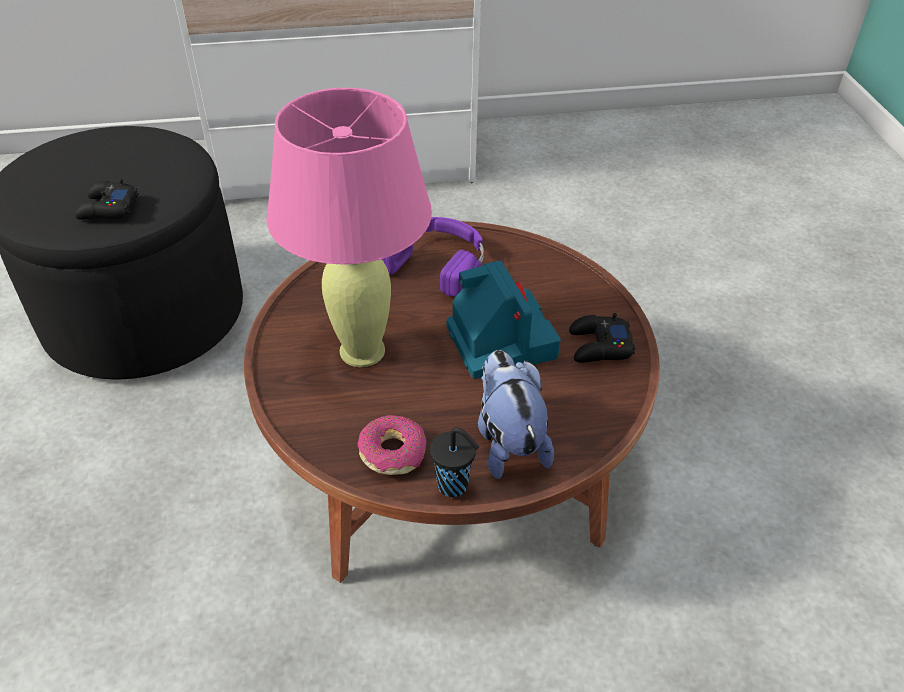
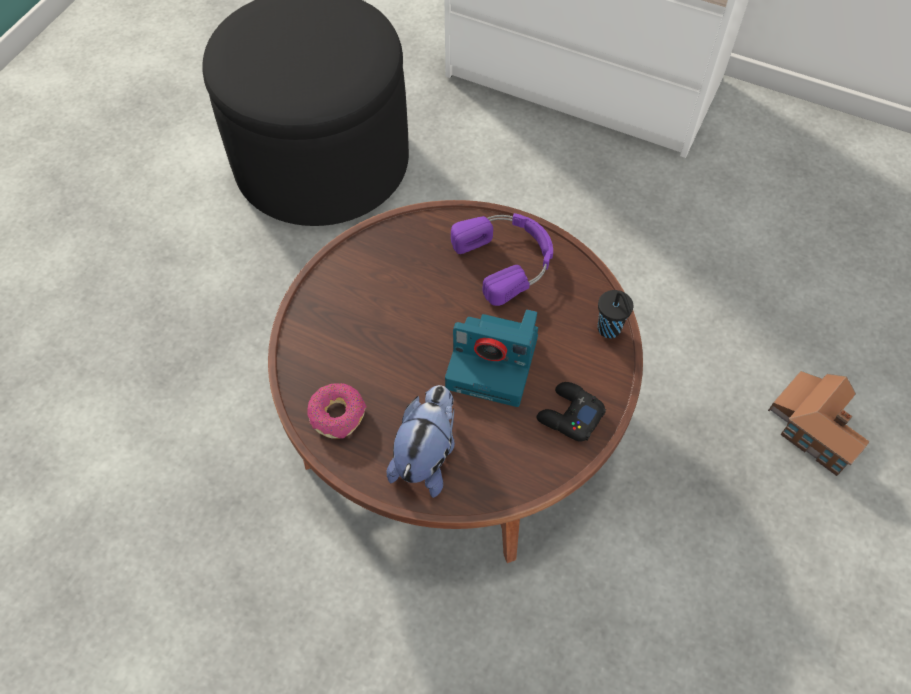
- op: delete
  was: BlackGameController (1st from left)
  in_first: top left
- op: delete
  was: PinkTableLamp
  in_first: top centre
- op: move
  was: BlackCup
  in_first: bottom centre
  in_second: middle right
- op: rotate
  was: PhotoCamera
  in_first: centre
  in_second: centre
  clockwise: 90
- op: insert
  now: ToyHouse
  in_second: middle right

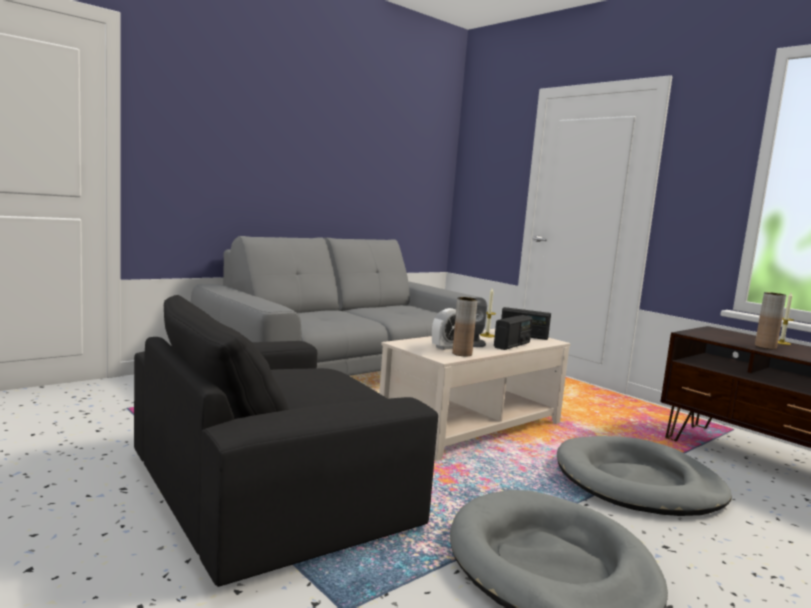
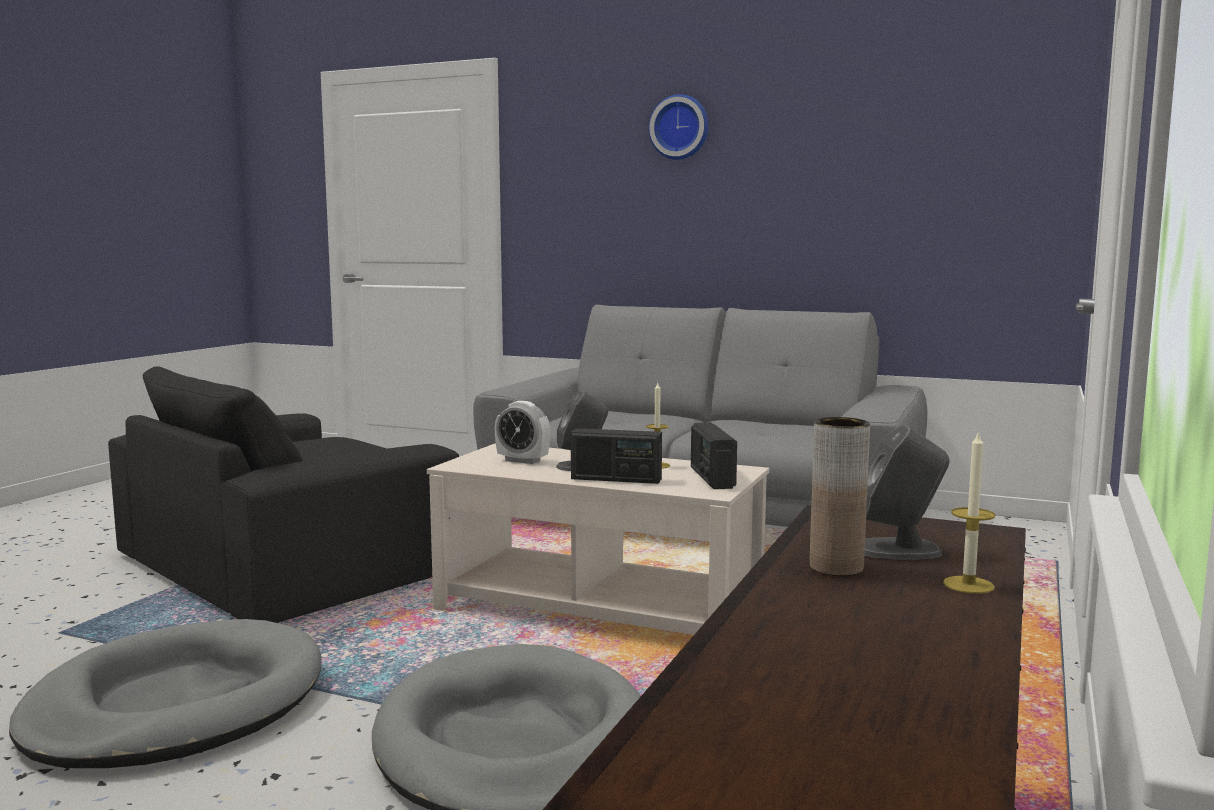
- op: rotate
  was: BlackArmchair
  in_first: bottom centre
  in_second: middle left
  clockwise: -75
- op: delete
  was: BrownVase (1st from left)
  in_first: centre
- op: insert
  now: WallClock
  in_second: top centre
- op: insert
  now: GreySpeaker (2nd from left)
  in_second: middle right

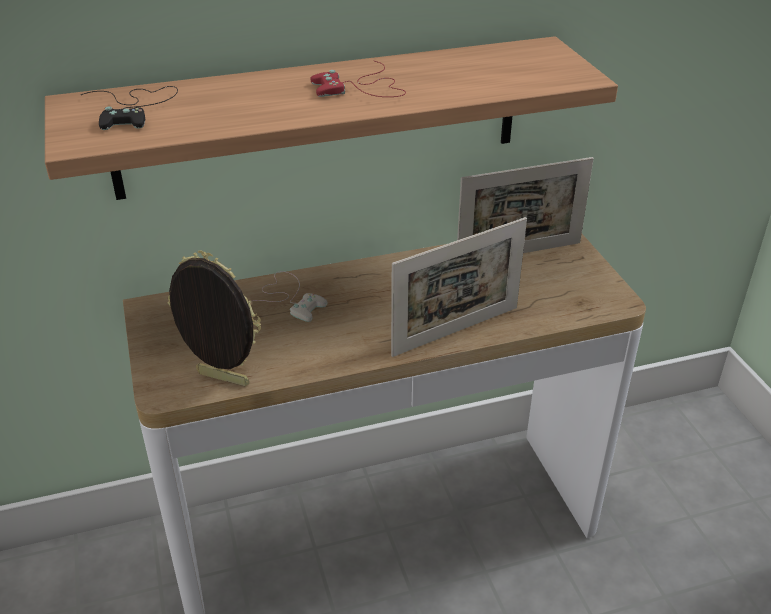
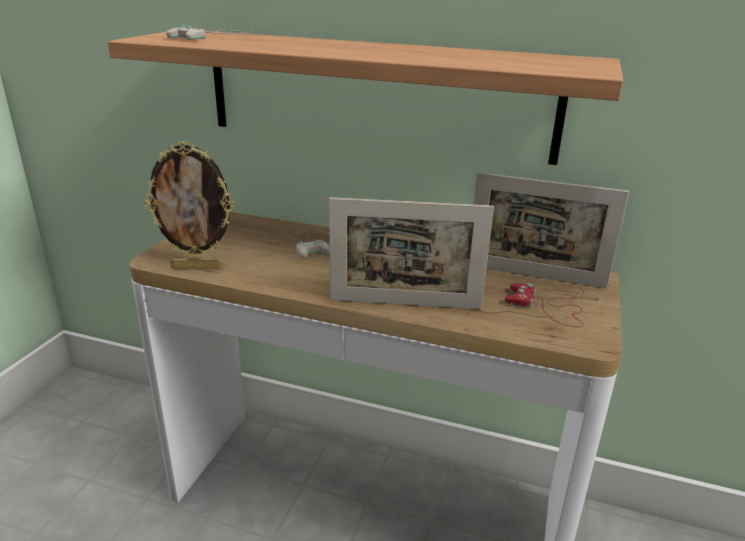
- op: recolor
  was: BlackGameController
  now: WhiteGameController (1st from left)
  in_first: top left
  in_second: top left
- op: rotate
  was: PictureFrame (1st from left)
  in_first: middle left
  in_second: middle left
  clockwise: 120
- op: move
  was: RedGameController
  in_first: top centre
  in_second: middle right

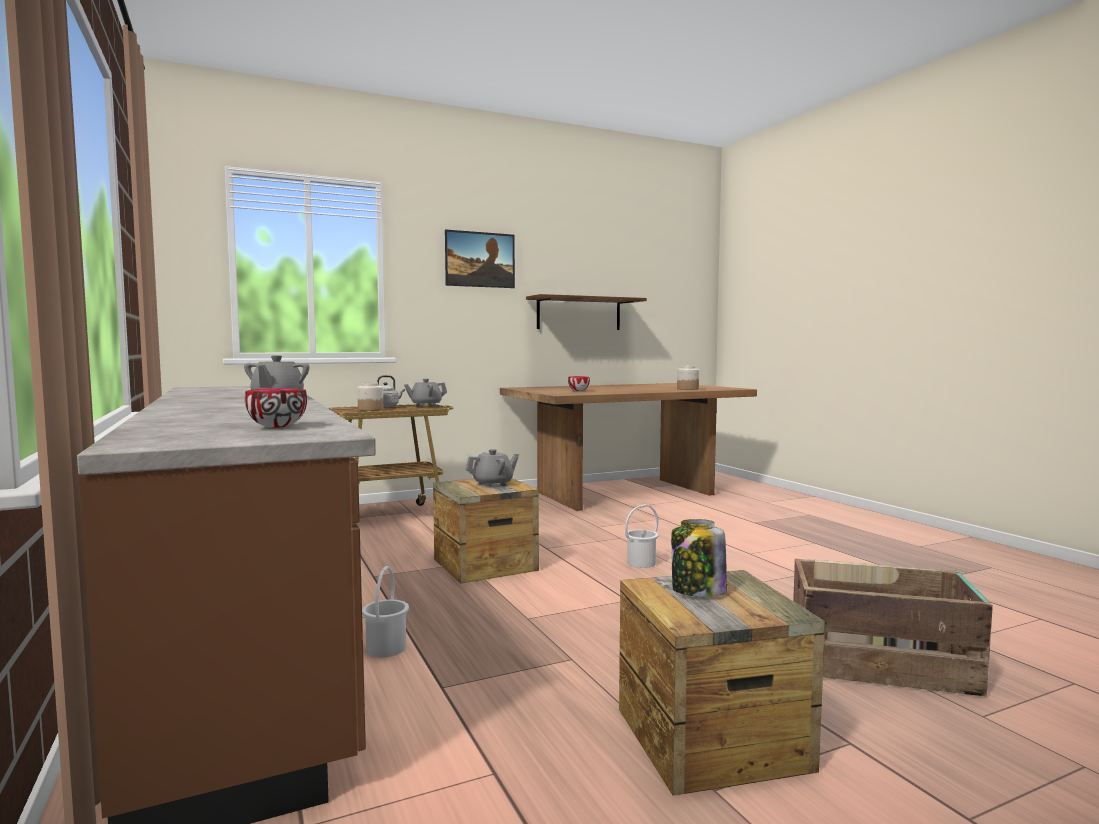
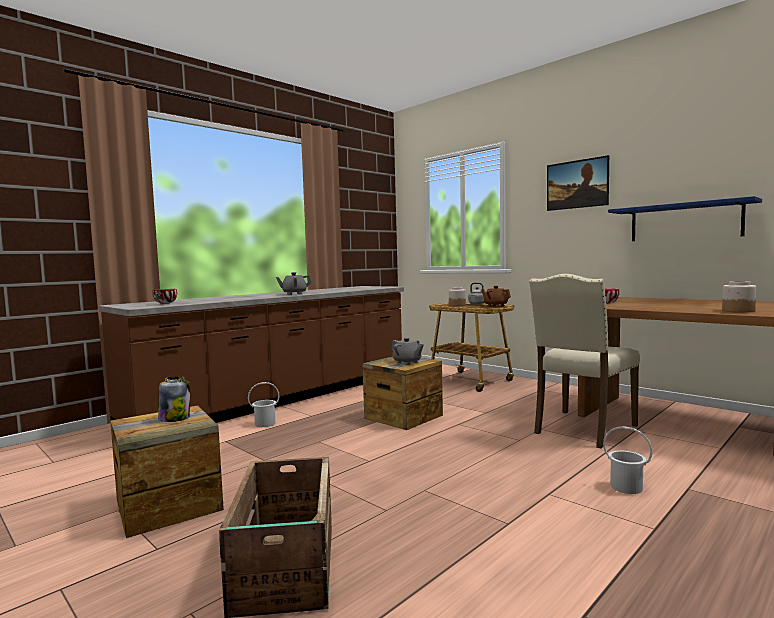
- op: recolor
  was: GreyTeapot (2nd from left)
  now: BrownTeapot
  in_first: centre
  in_second: centre
- op: recolor
  was: BrownShelf
  now: BlueShelf
  in_first: centre
  in_second: middle right
- op: move
  was: WhiteBucket (2nd from left)
  in_first: centre
  in_second: bottom right
- op: insert
  now: BeigeChair
  in_second: middle right

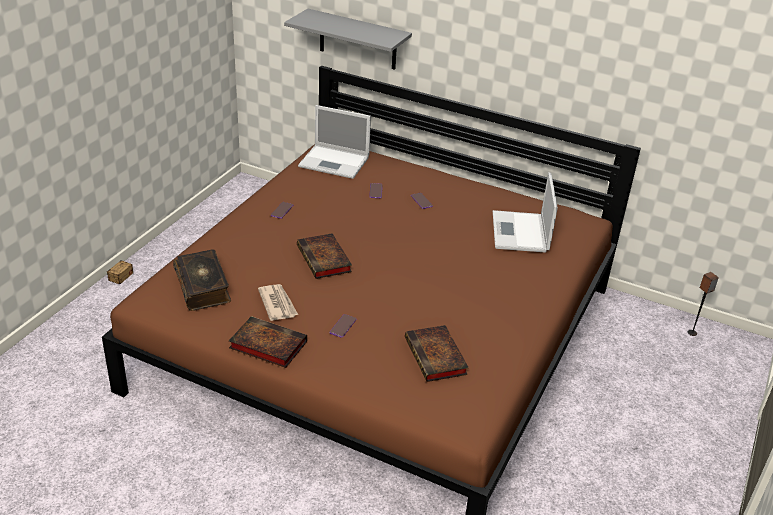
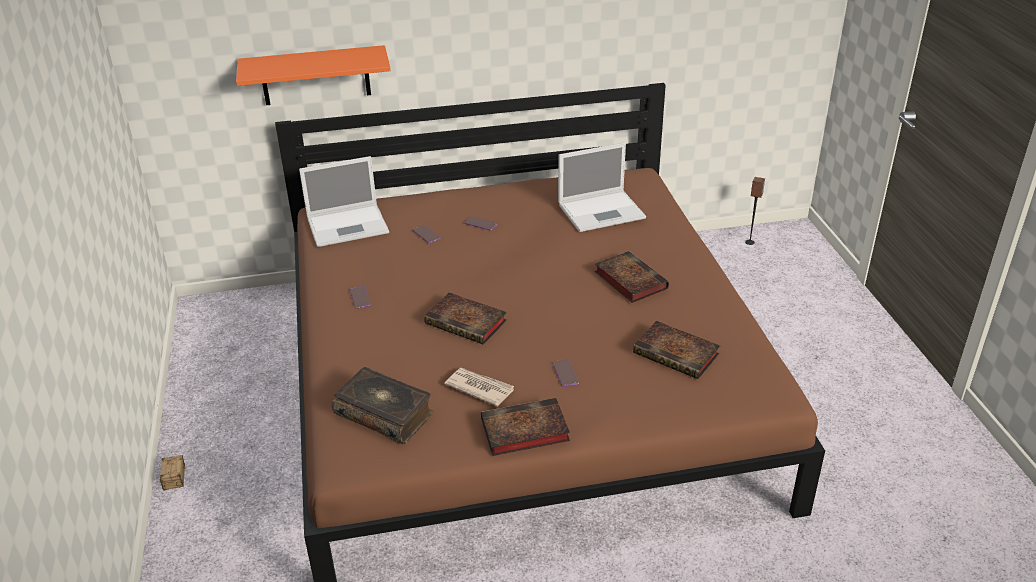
- op: recolor
  was: GreyShelf
  now: OrangeShelf
  in_first: top centre
  in_second: top left
- op: rotate
  was: Laptop (2nd from left)
  in_first: middle right
  in_second: top centre
  clockwise: -75
- op: insert
  now: Book (4th from left)
  in_second: centre

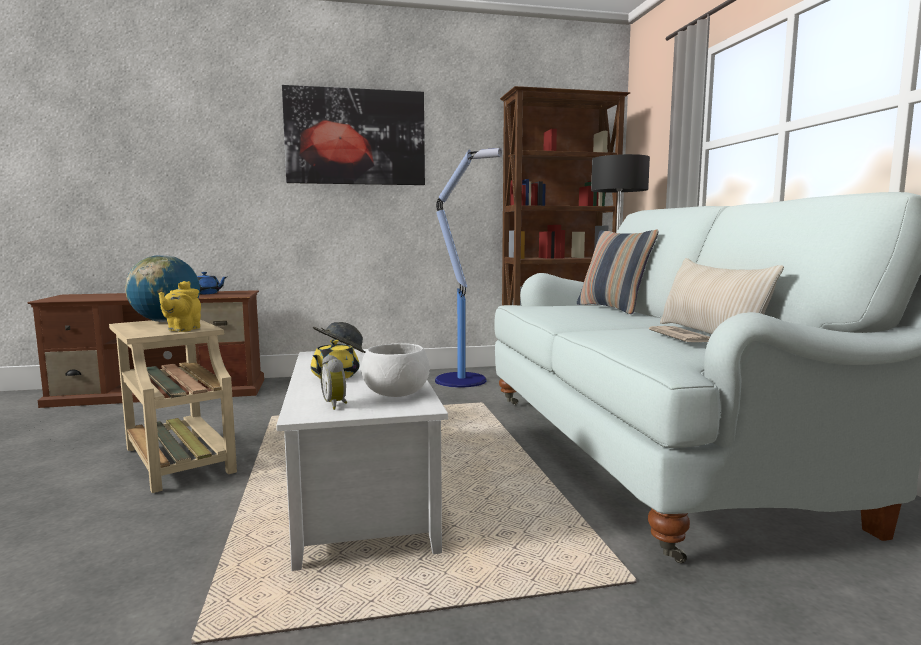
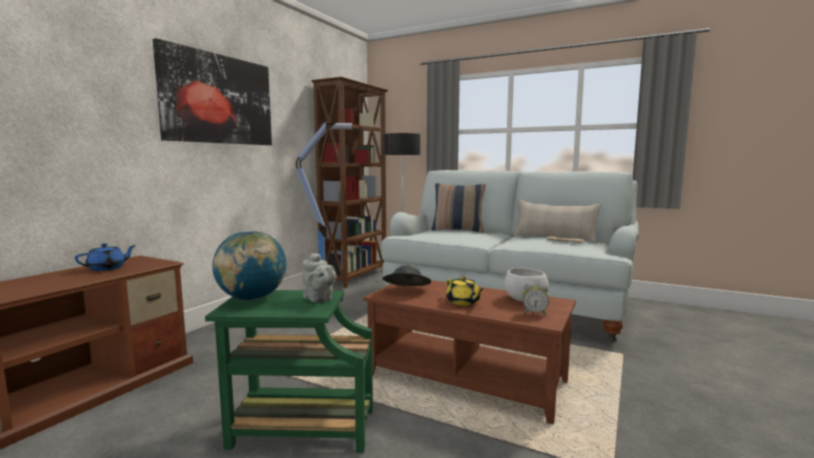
- op: recolor
  was: BeigeSideTable
  now: GreenSideTable
  in_first: middle left
  in_second: bottom centre
- op: recolor
  was: YellowTeapot (1st from left)
  now: GreyTeapot
  in_first: middle left
  in_second: centre
- op: recolor
  was: WhiteCoffeeTable
  now: BrownCoffeeTable
  in_first: bottom centre
  in_second: bottom centre

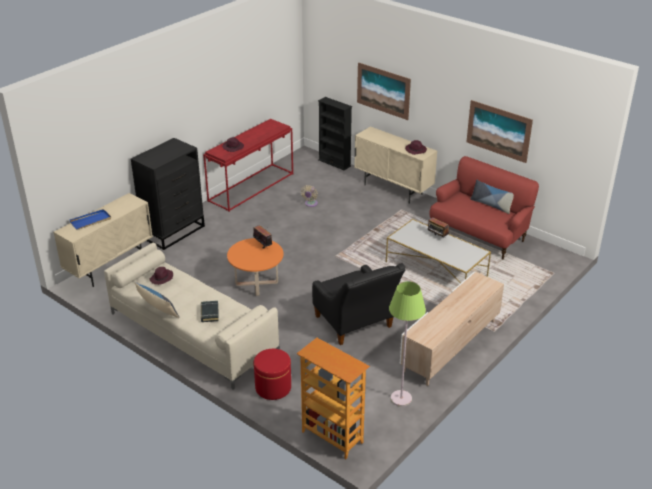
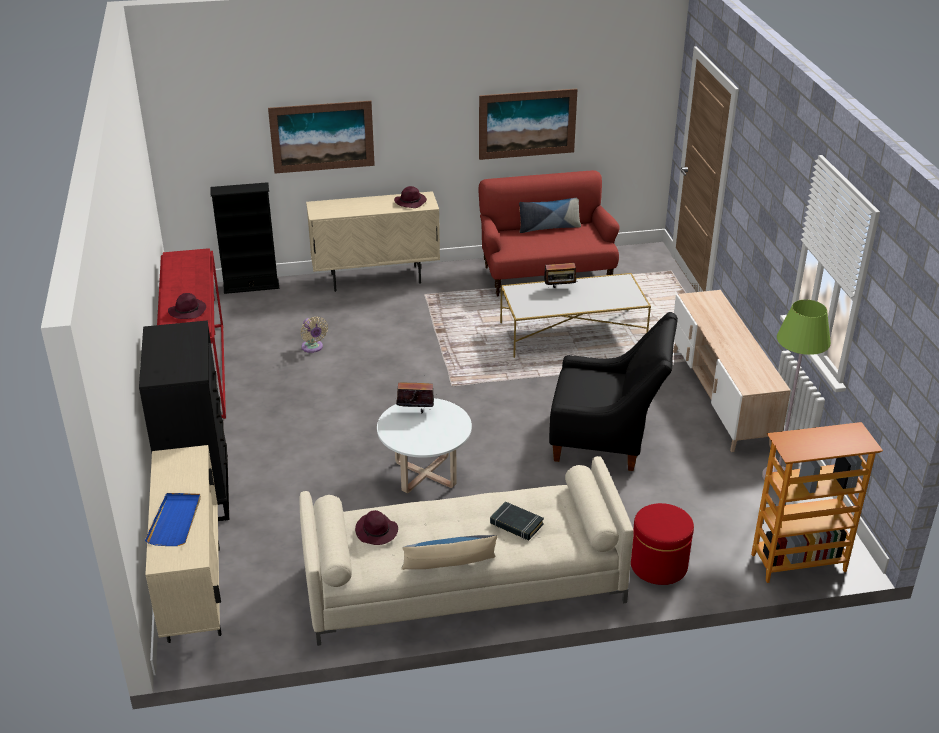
- op: recolor
  was: OrangeCoffeeTable
  now: WhiteCoffeeTable (1st from left)
  in_first: centre
  in_second: centre

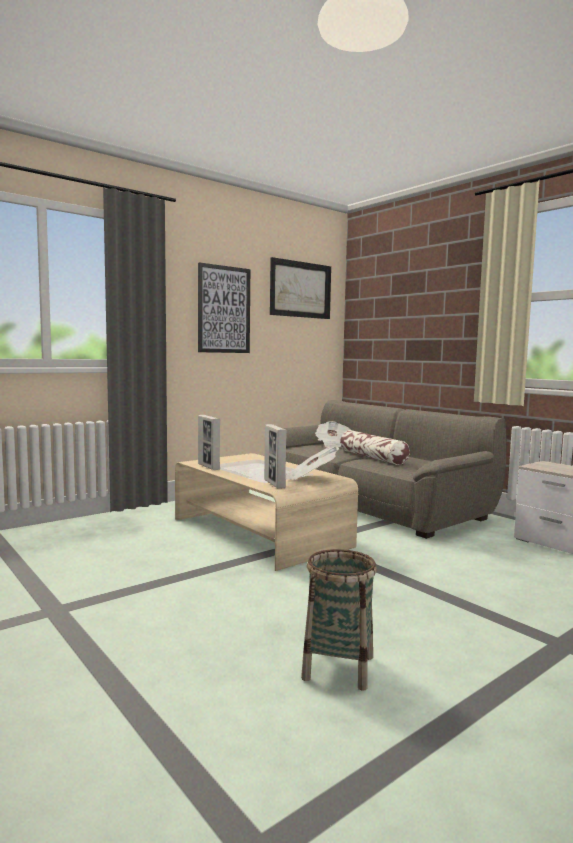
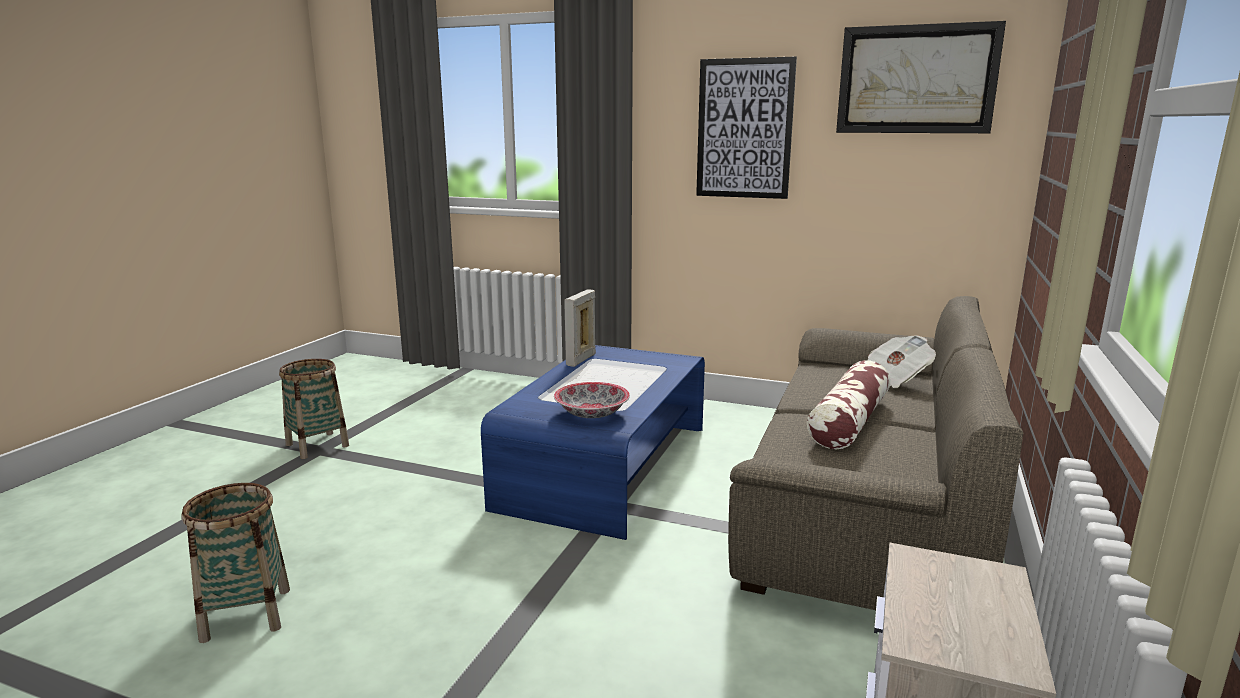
- op: recolor
  was: BeigeCoffeeTable
  now: BlueCoffeeTable
  in_first: centre
  in_second: centre
- op: delete
  was: PictureFrame (2nd from left)
  in_first: centre
- op: replace
  was: Newspaper (1st from left)
  now: Bowl
  in_first: centre
  in_second: centre
- op: insert
  now: Basket (2nd from left)
  in_second: middle left

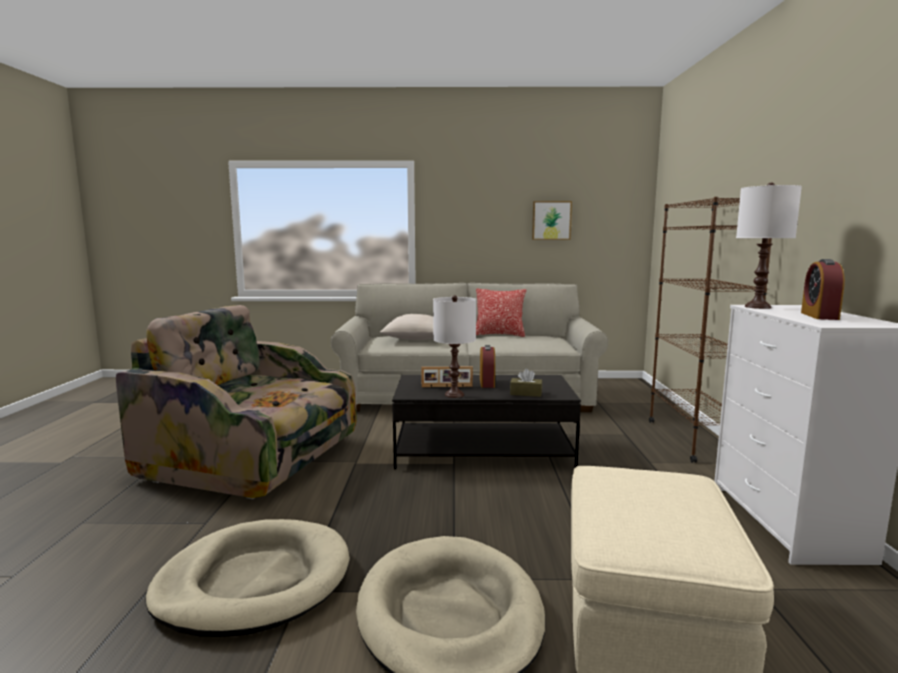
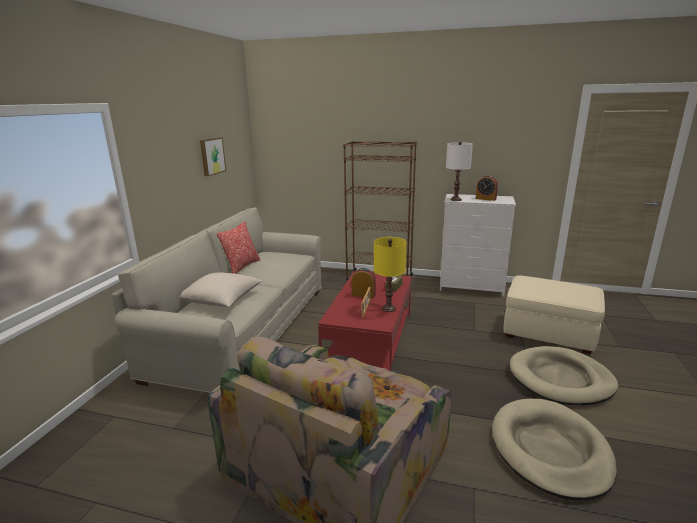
- op: recolor
  was: BlackCoffeeTable
  now: RedCoffeeTable
  in_first: centre
  in_second: centre
- op: recolor
  was: WhiteTableLamp (1st from left)
  now: YellowTableLamp
  in_first: centre
  in_second: centre

